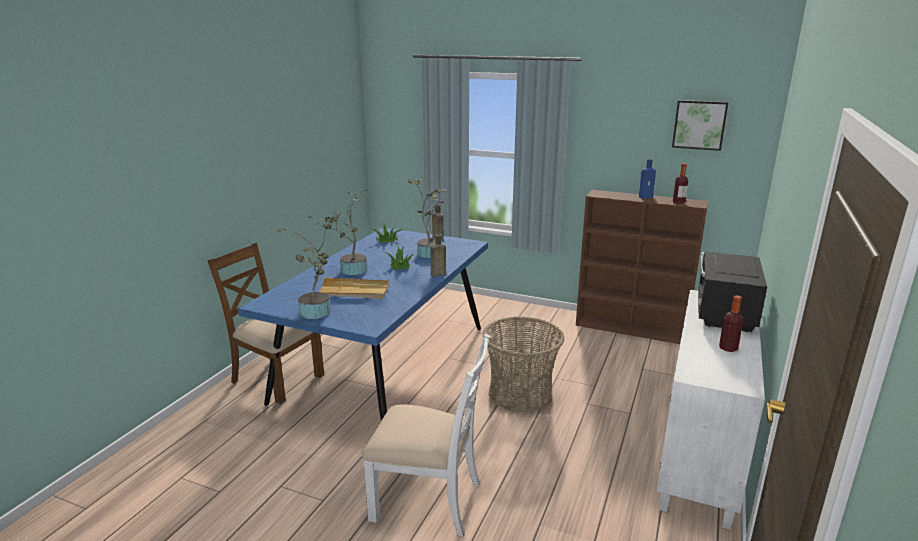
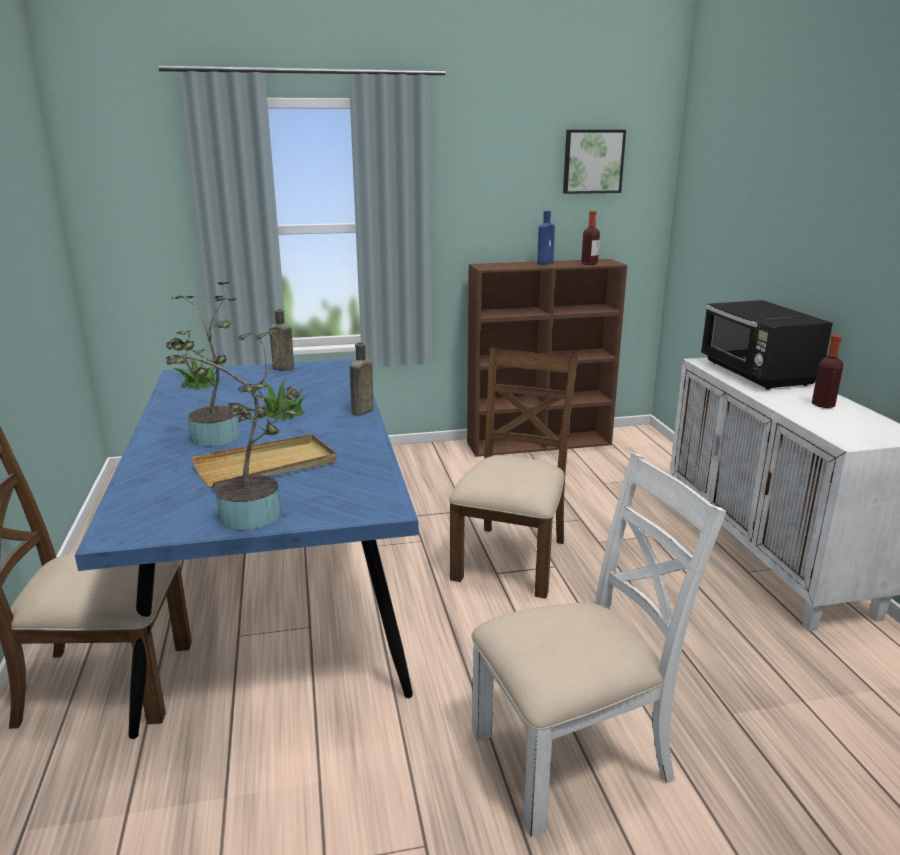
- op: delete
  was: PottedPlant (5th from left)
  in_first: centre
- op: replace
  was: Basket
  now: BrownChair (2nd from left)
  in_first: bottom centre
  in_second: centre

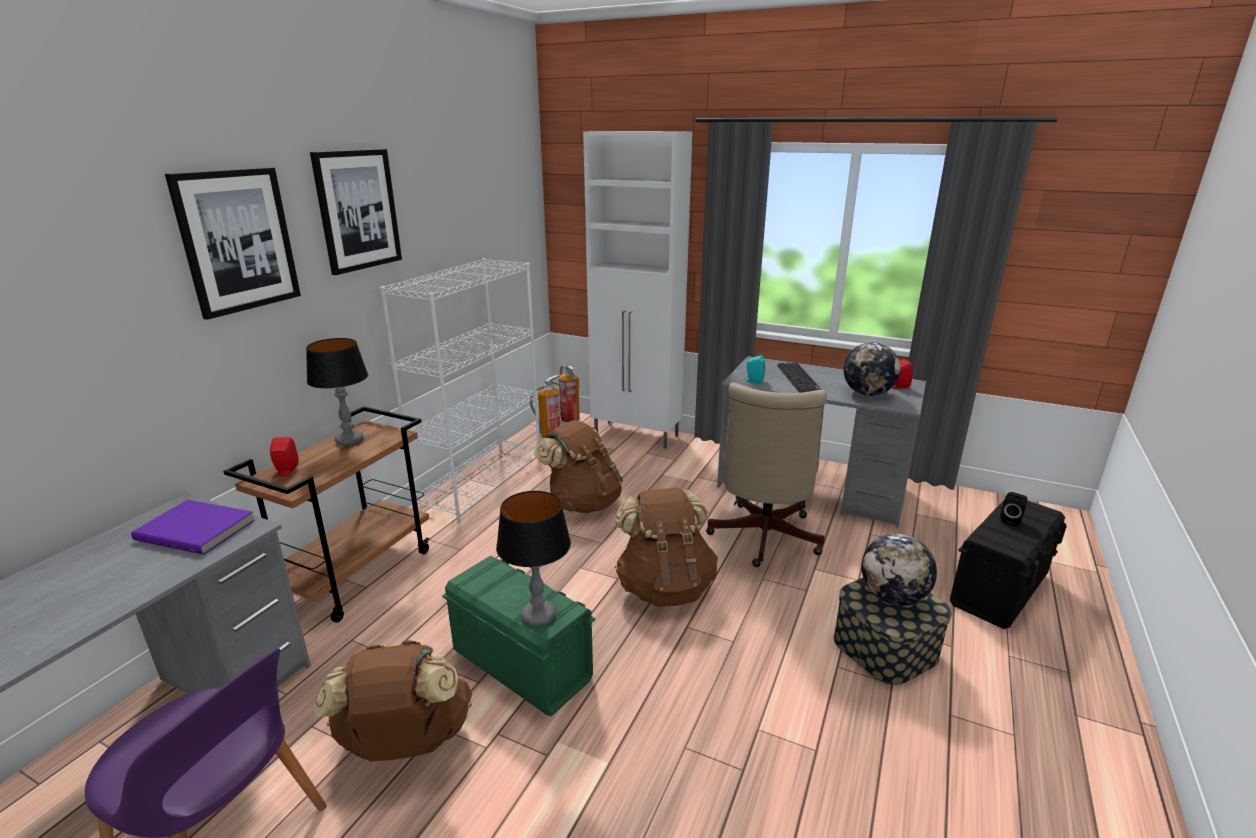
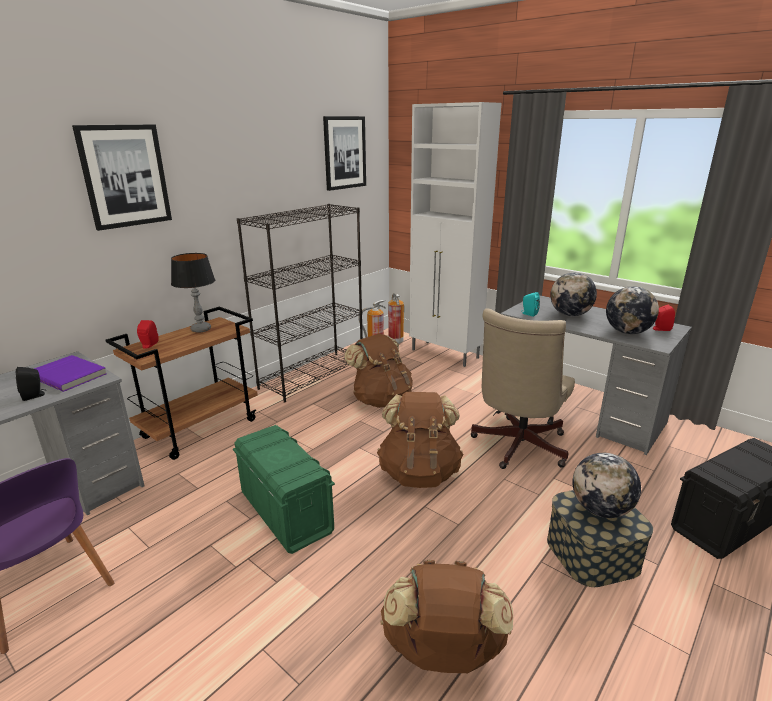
- op: move
  was: Picture (2nd from left)
  in_first: top left
  in_second: top centre
- op: move
  was: BrownBackpack (1st from left in the first image)
  now: BrownBackpack (3rd from left)
  in_first: bottom left
  in_second: bottom centre
- op: recolor
  was: WhiteBookcase
  now: BlackBookcase
  in_first: centre
  in_second: centre
- op: delete
  was: TableLamp (2nd from left)
  in_first: centre
- op: replace
  was: Keyboard
  now: Globe (1st from left)
  in_first: centre
  in_second: middle right
- op: move
  was: BlackSpeaker
  in_first: middle right
  in_second: middle left

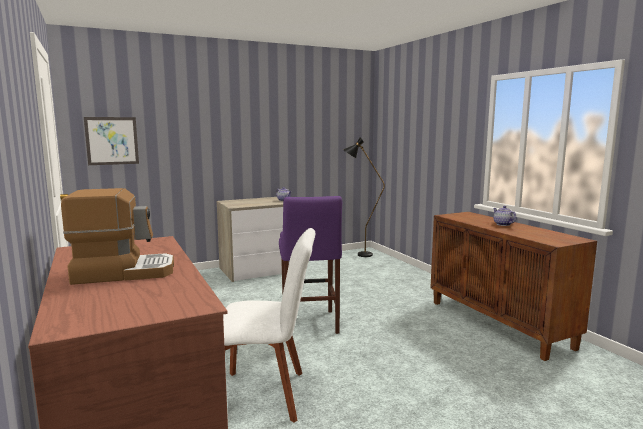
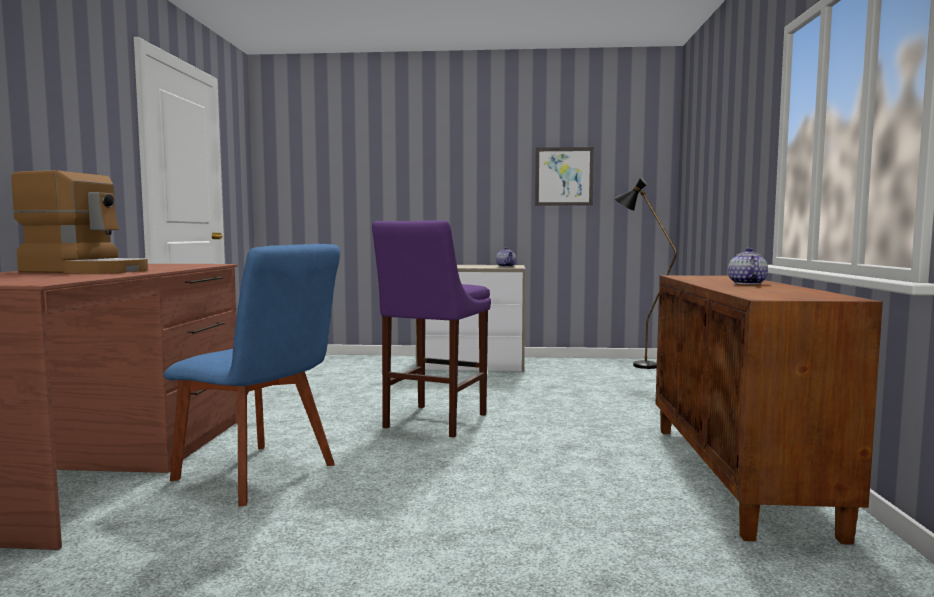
- op: move
  was: Picture
  in_first: top left
  in_second: top centre
- op: recolor
  was: WhiteChair
  now: BlueChair
  in_first: bottom centre
  in_second: middle left

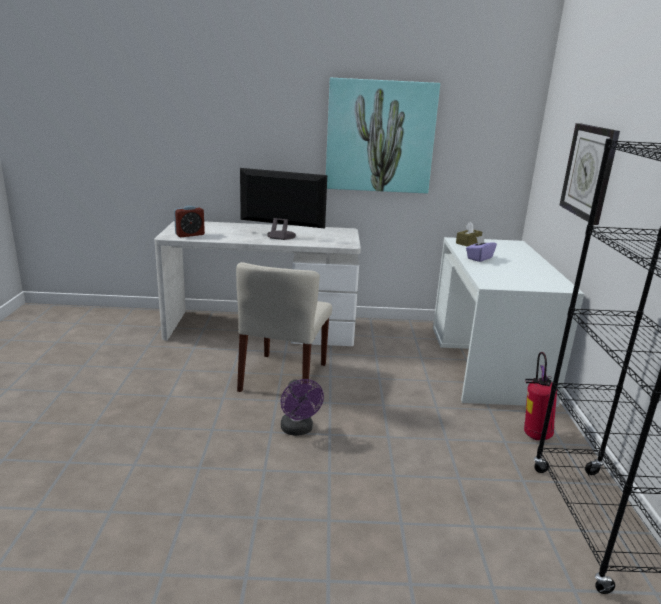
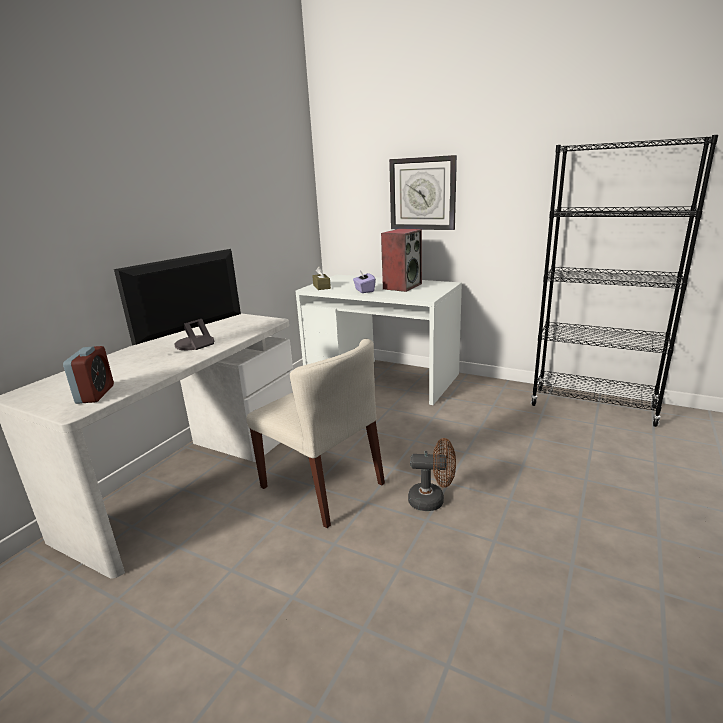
- op: recolor
  was: PurpleFan
  now: BrownFan
  in_first: bottom centre
  in_second: centre
- op: delete
  was: Picture
  in_first: top centre
- op: delete
  was: FireExtinguisher
  in_first: middle right
- op: insert
  now: Speaker
  in_second: centre

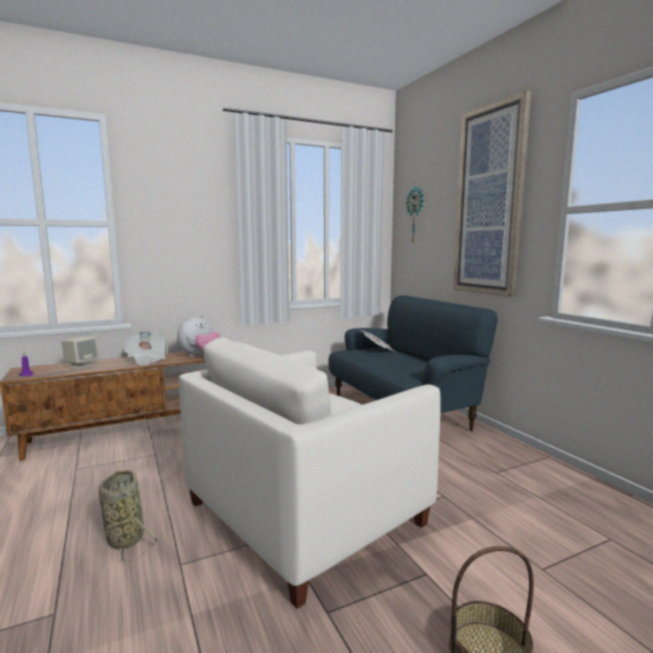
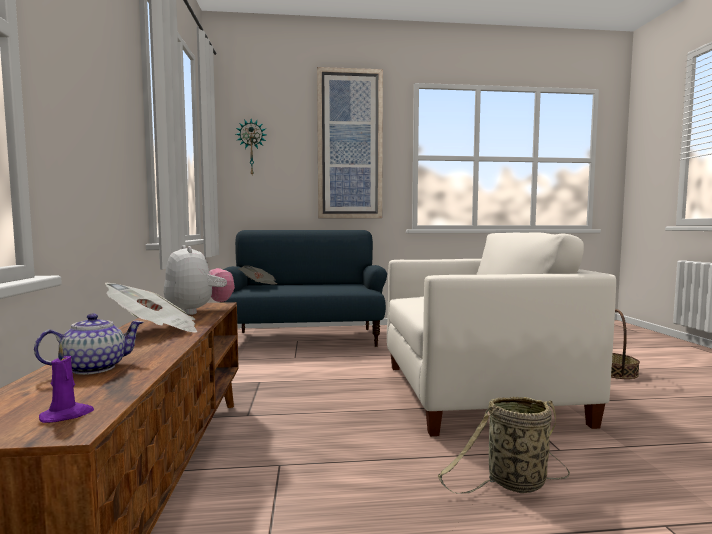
- op: replace
  was: BeigeSpeaker
  now: Teapot
  in_first: middle left
  in_second: middle left
- op: rotate
  was: WhiteArmchair
  in_first: bottom centre
  in_second: middle right
  clockwise: -75

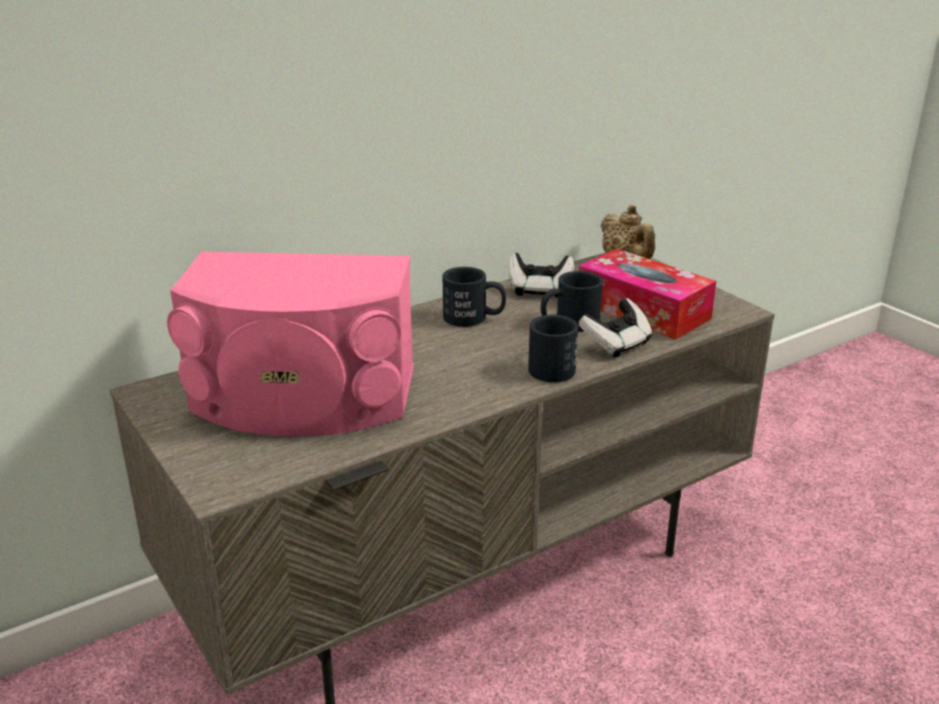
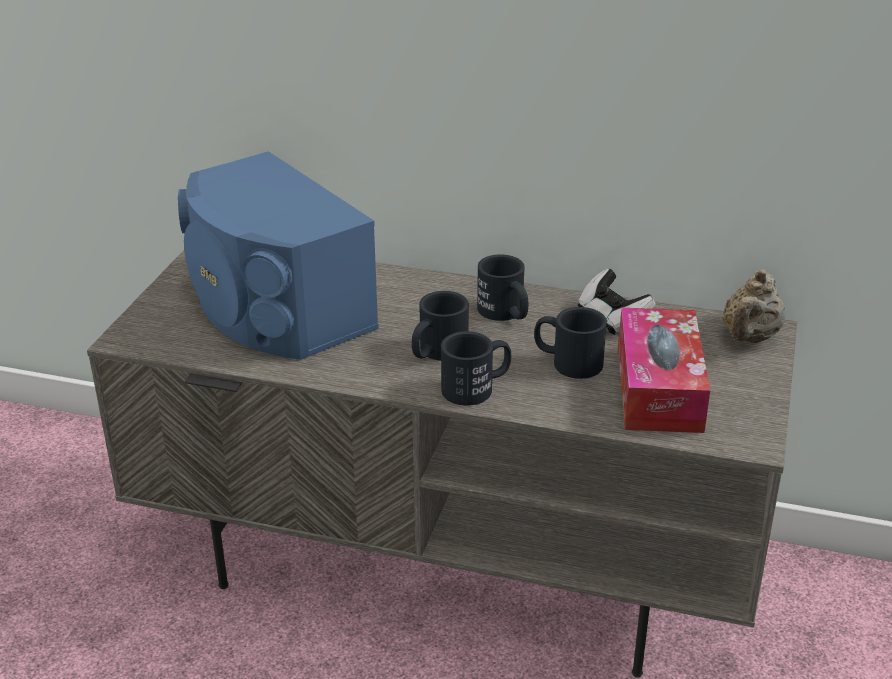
- op: recolor
  was: PinkSpeaker
  now: BlueSpeaker
  in_first: middle left
  in_second: middle left
- op: delete
  was: GameController (2nd from left)
  in_first: centre
- op: insert
  now: BlackMug (1st from left)
  in_second: centre

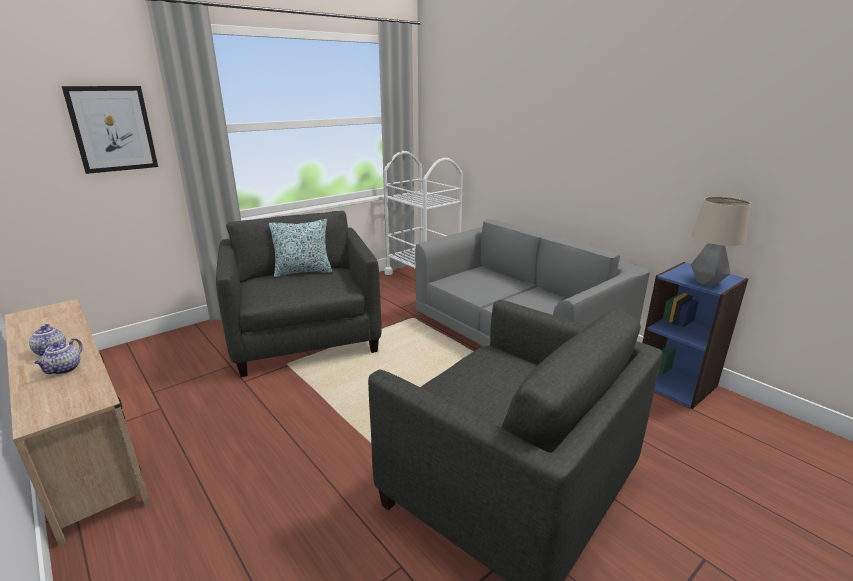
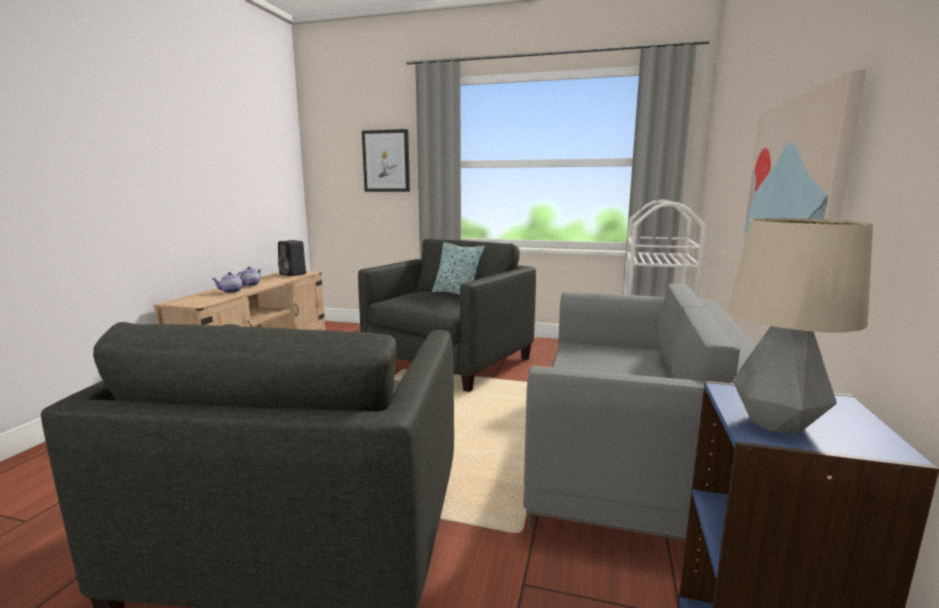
- op: insert
  now: BlackSpeaker
  in_second: middle left
- op: insert
  now: Picture (2nd from left)
  in_second: top right

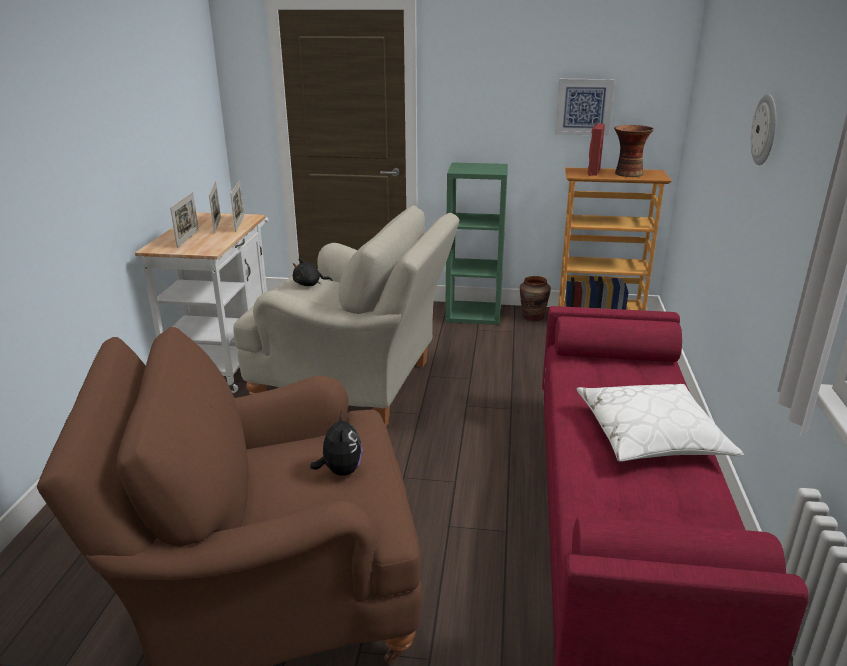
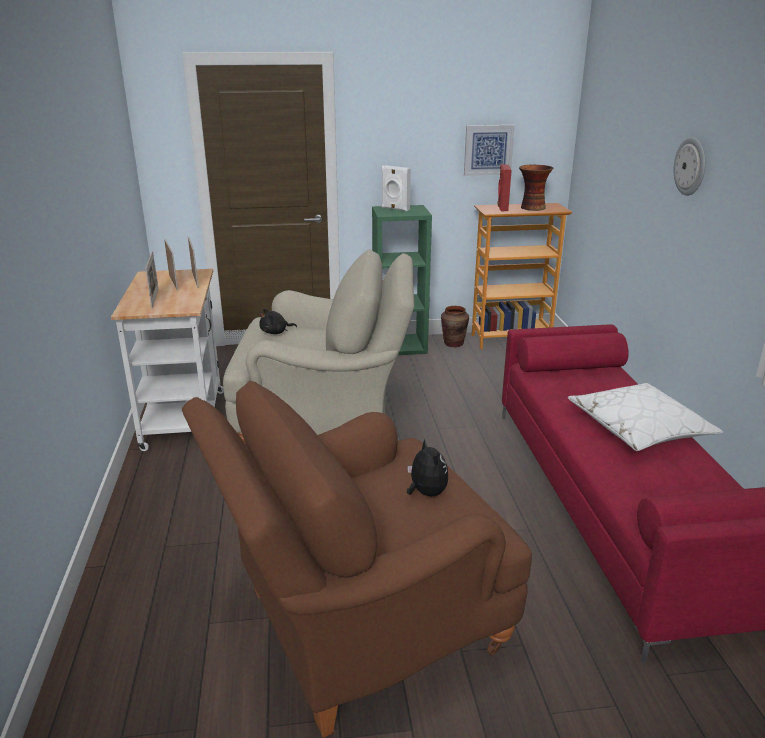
- op: insert
  now: WhiteSpeaker
  in_second: top centre

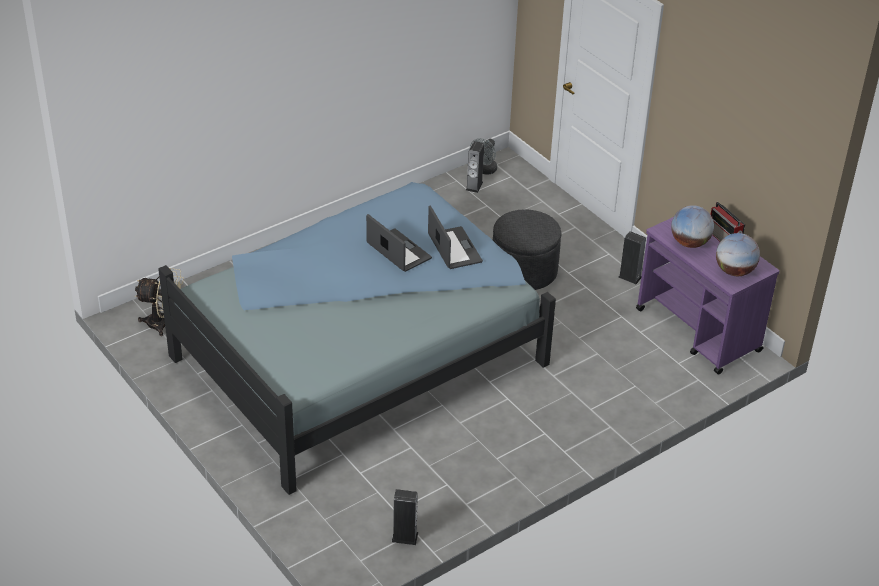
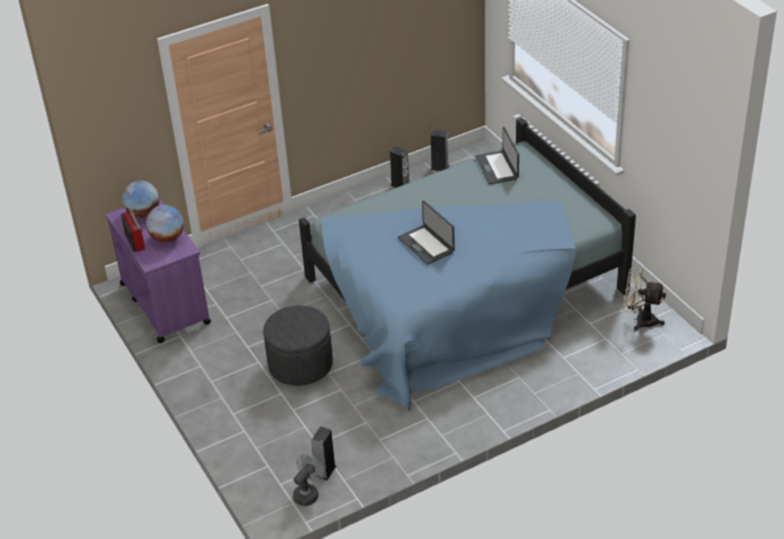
- op: move
  was: Laptop (2nd from left)
  in_first: centre
  in_second: top centre
- op: move
  was: Speaker (3rd from left in the first image)
  now: Speaker (2nd from left)
  in_first: middle right
  in_second: top centre

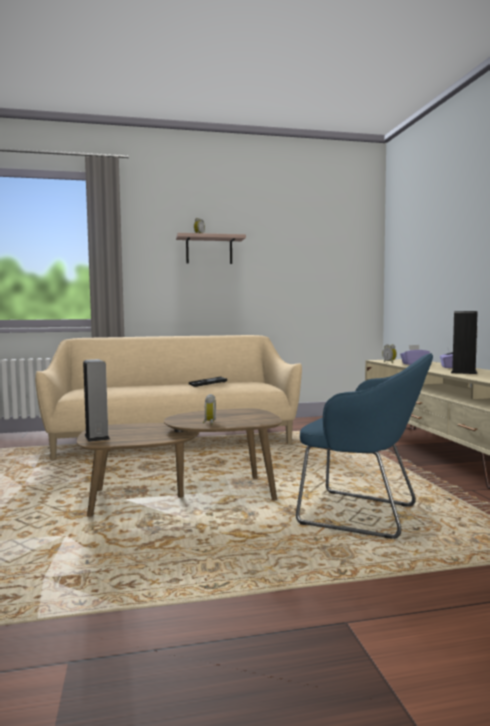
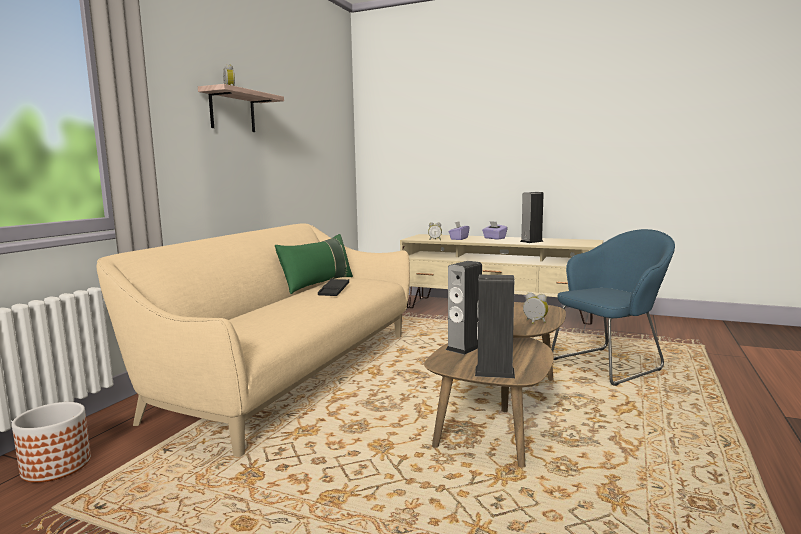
- op: insert
  now: Planter
  in_second: bottom left
- op: insert
  now: GreenPillow
  in_second: centre
- op: insert
  now: Speaker (1st from left)
  in_second: centre

